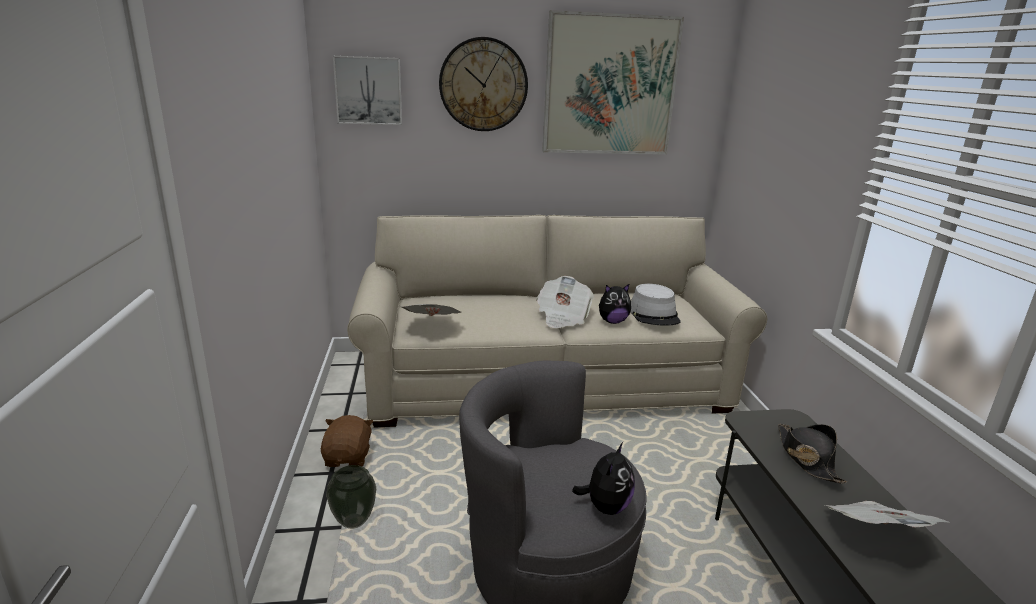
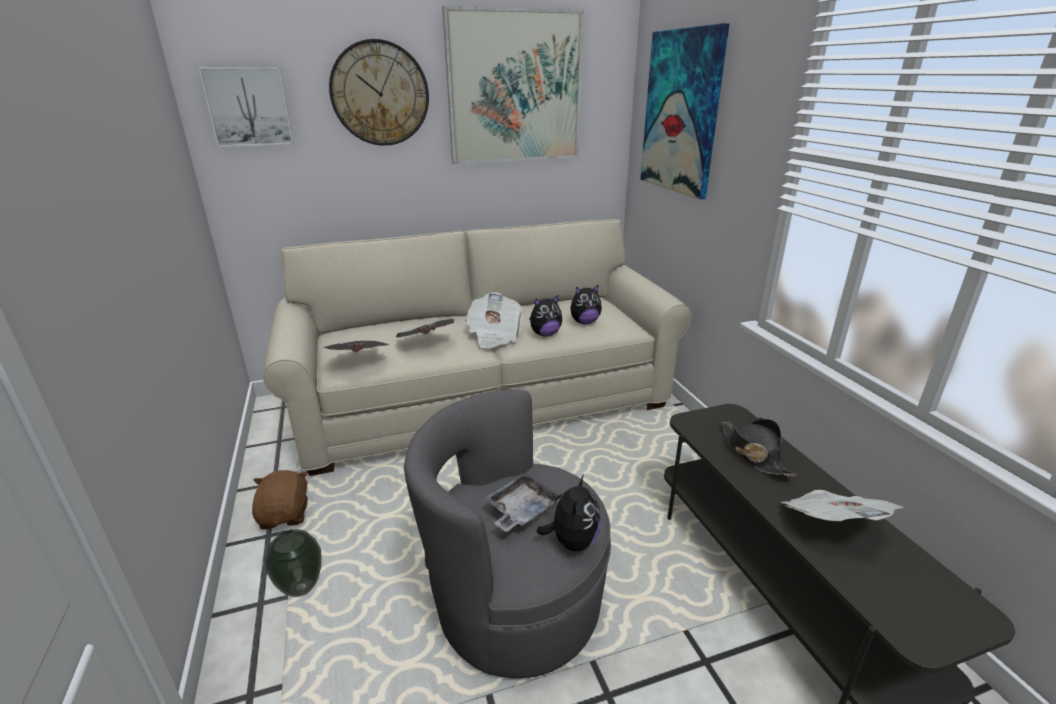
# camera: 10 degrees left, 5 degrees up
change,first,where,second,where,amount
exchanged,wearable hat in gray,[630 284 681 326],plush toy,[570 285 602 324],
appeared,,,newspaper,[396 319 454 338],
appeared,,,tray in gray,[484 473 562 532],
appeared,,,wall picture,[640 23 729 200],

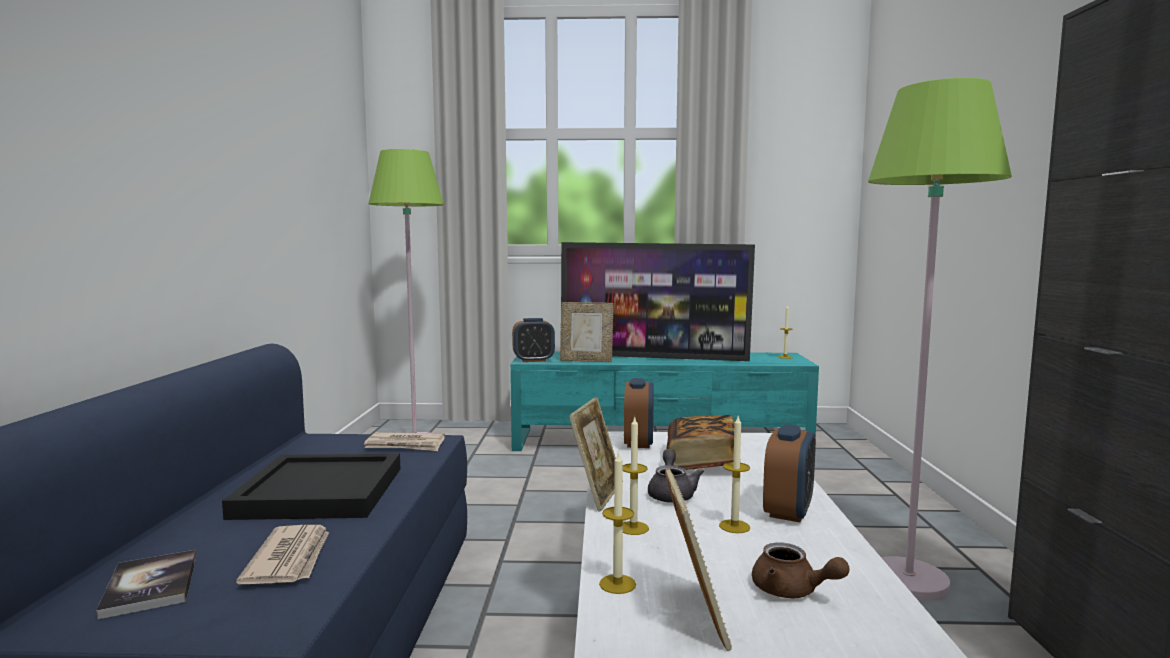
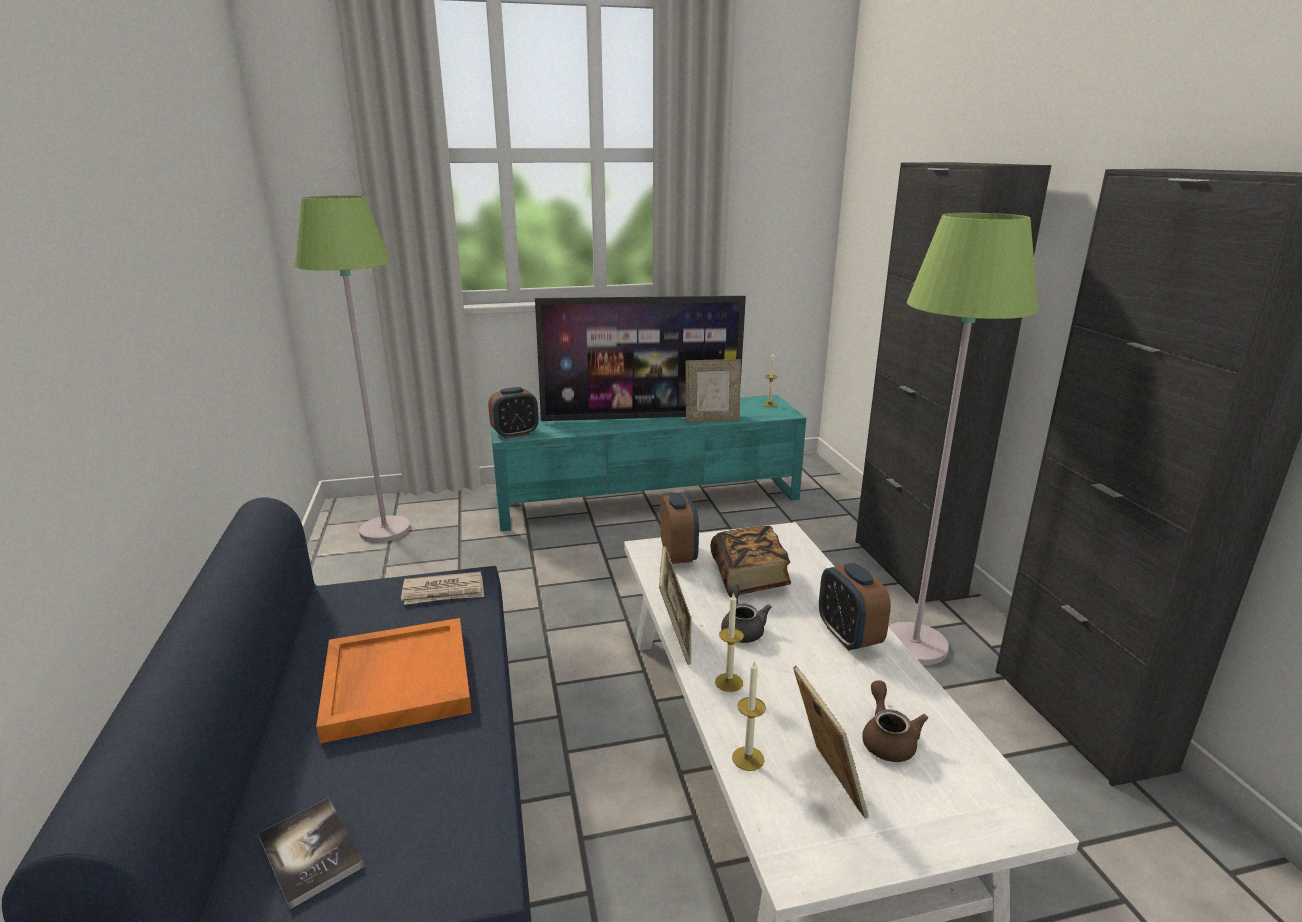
# camera: 15 degrees left, 15 degrees up
change,first,where,second,where,amount
colour,tray in black-coloured,[222 453 400 520],tray in orange,[316 618 472 743],
missing,newspaper,[236 525 329 584],,,
relocated,standing frame,[560 302 614 362],,[686 359 741 423],
missing,wax candle,[719 416 750 533],,,
spun,pot for tea in brown,[752 542 849 598],,[862 681 928 762],120 degrees counterclockwise
spun,alarm clock,[763 424 816 523],,[819 563 891 651],150 degrees clockwise
appeared,,,cupboard in black-coloured,[855 162 1051 603],

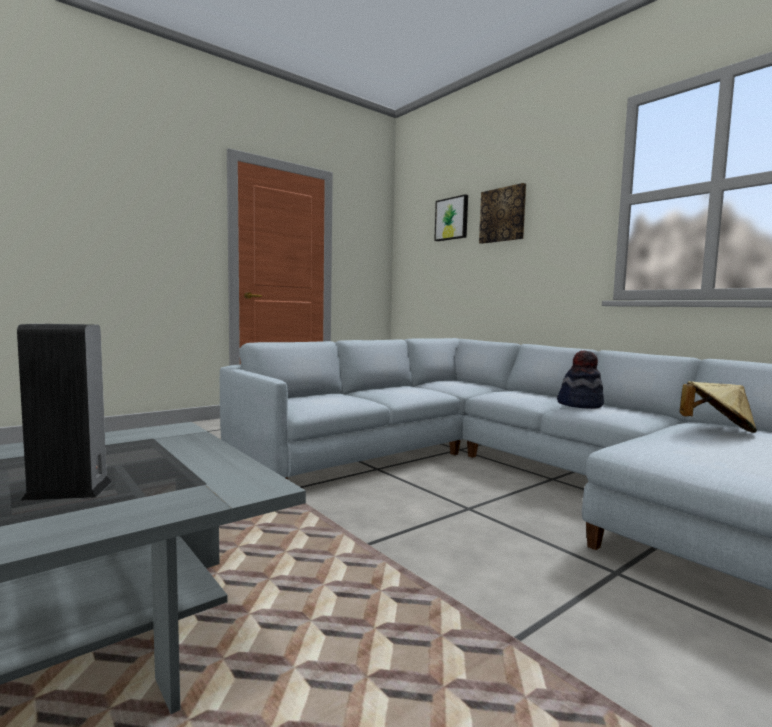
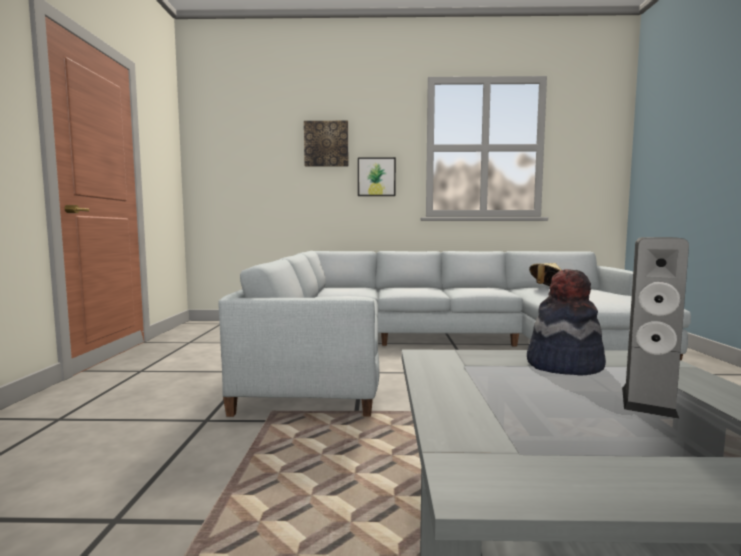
# camera: 50 degrees left, 0 degrees up
change,first,where,second,where,amount
relocated,wall picture,[434 194 468 241],,[358 157 396 196],
relocated,wearable hat,[557 350 604 409],,[527 269 606 376],

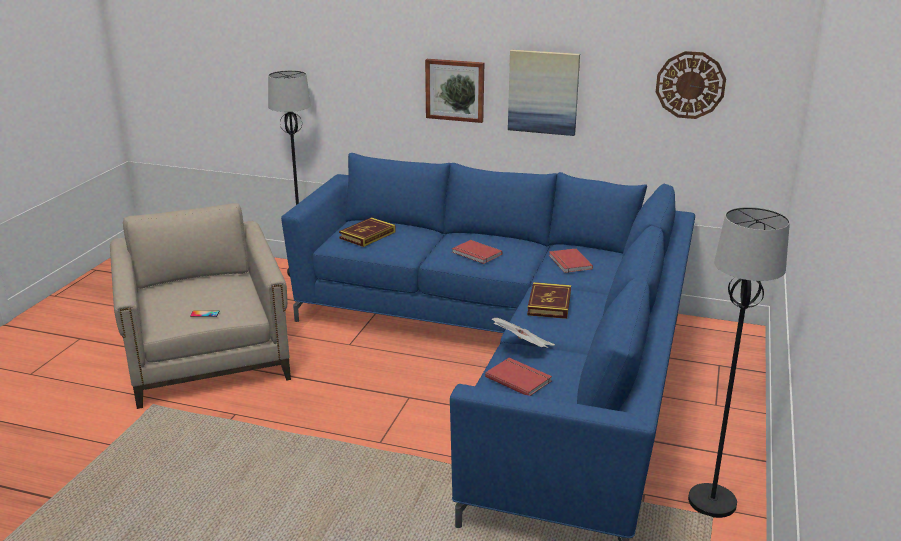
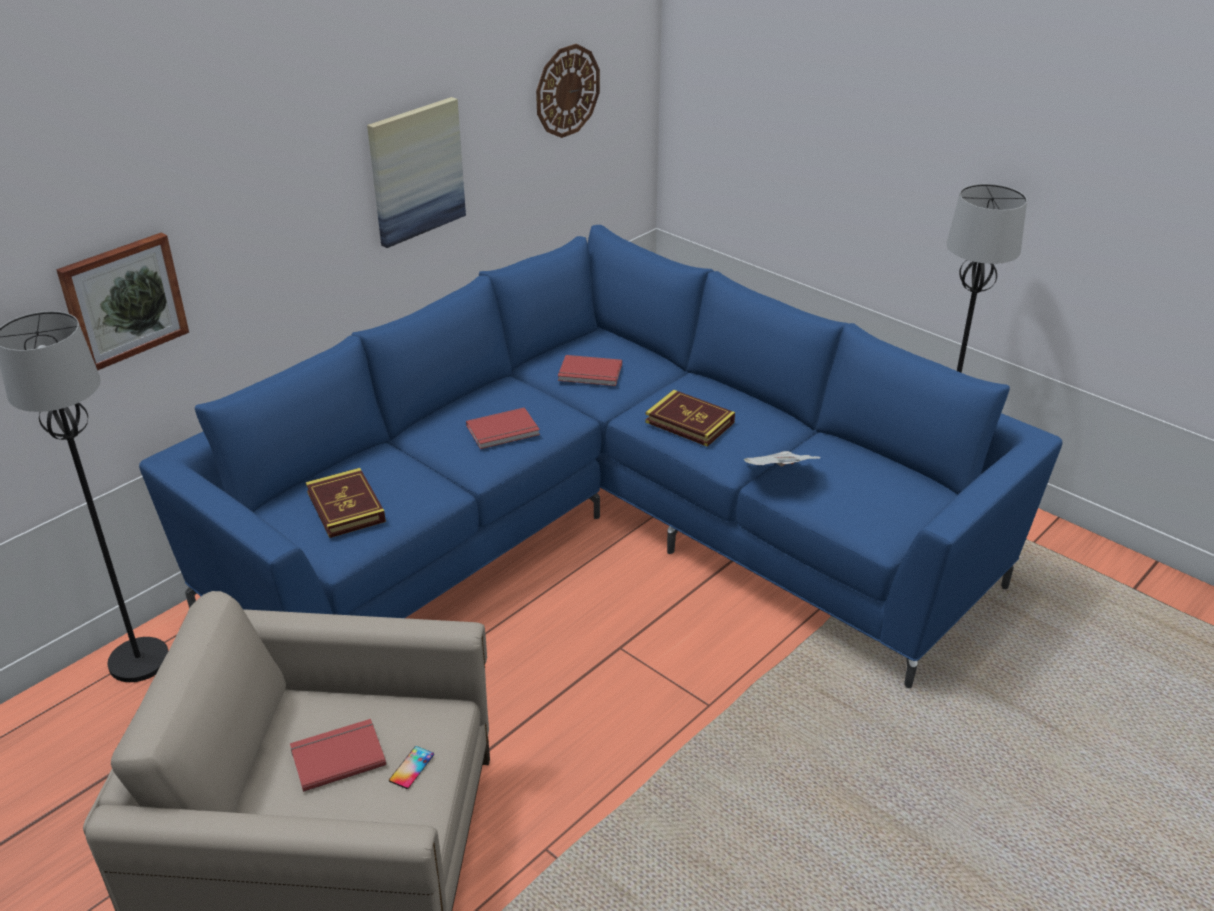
# camera: 65 degrees left, 10 degrees up
change,first,where,second,where,amount
relocated,wall picture,[425 59 484 123],,[56 232 189 370],
relocated,volume in red,[485 358 552 396],,[290 719 386 792],

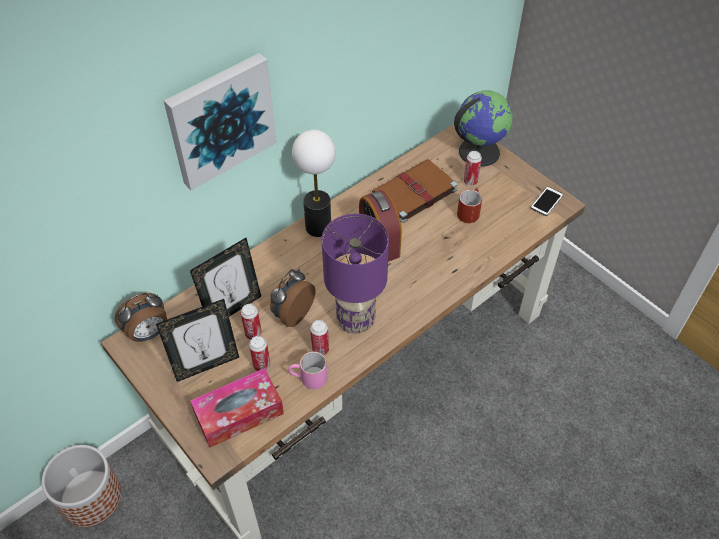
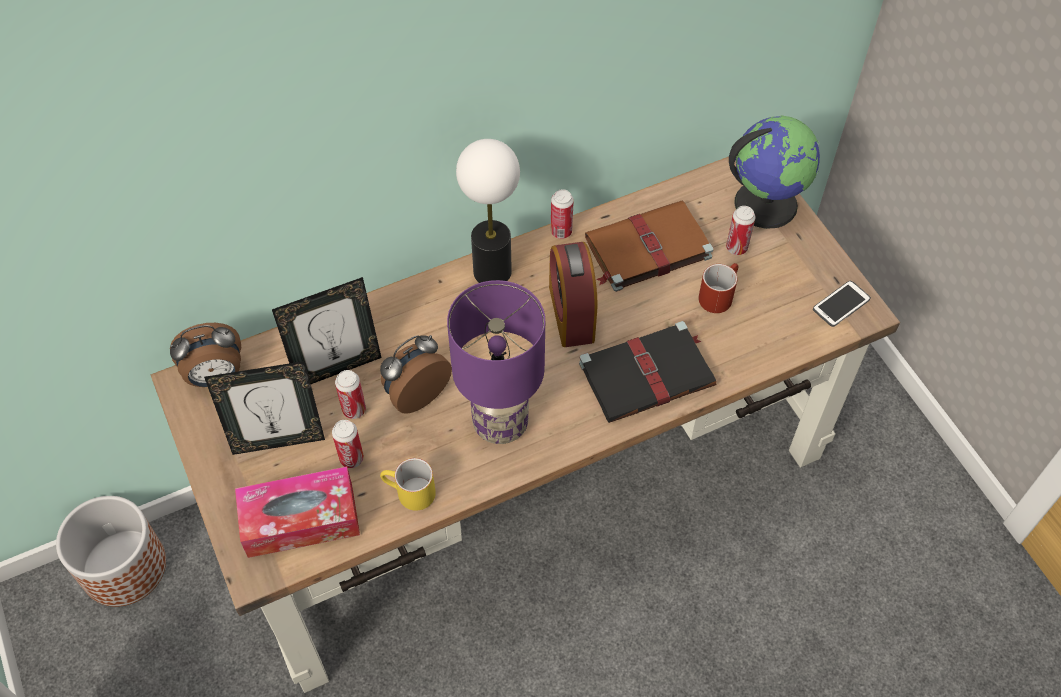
# camera: 15 degrees right, 5 degrees up
change,first,where,second,where,amount
missing,wall picture,[164 53 277 191],,,
colour,coffee mug in pink-coloured,[288 351 327 389],coffee mug in yellowish,[380 458 436 511],
relocated,can,[310 320 329 355],,[551 189 574 239],
appeared,,,volume in black-coloured,[579 321 716 423],

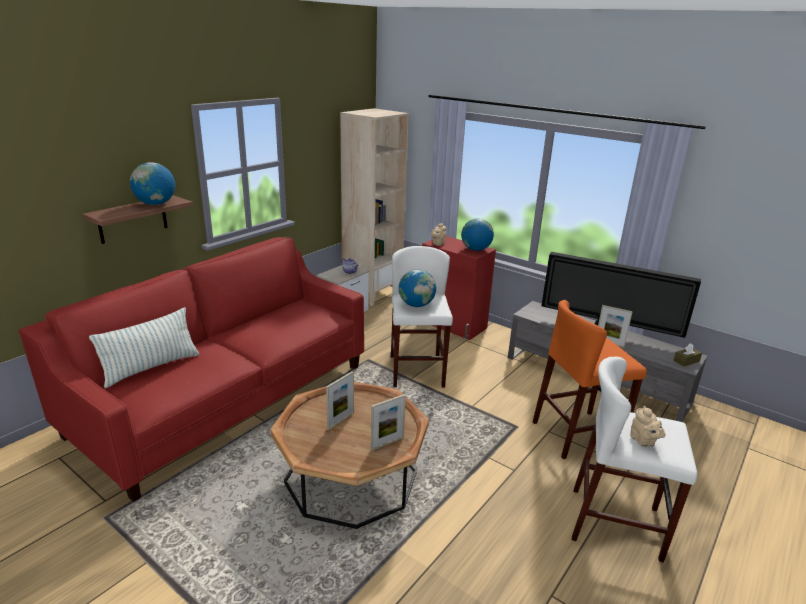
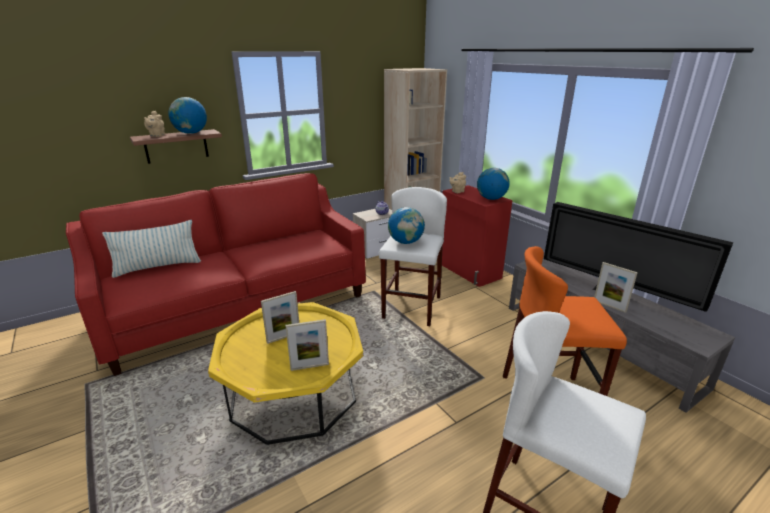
# camera: 20 degrees right, 0 degrees up
change,first,where,second,where,amount
colour,coffee table in brown,[270 382 429 529],coffee table in yellowish,[208 302 363 445],
relocated,pot for tea in beige,[630 406 666 447],,[144 111 165 137],
missing,box of tissues in brown,[674 343 702 366],,,

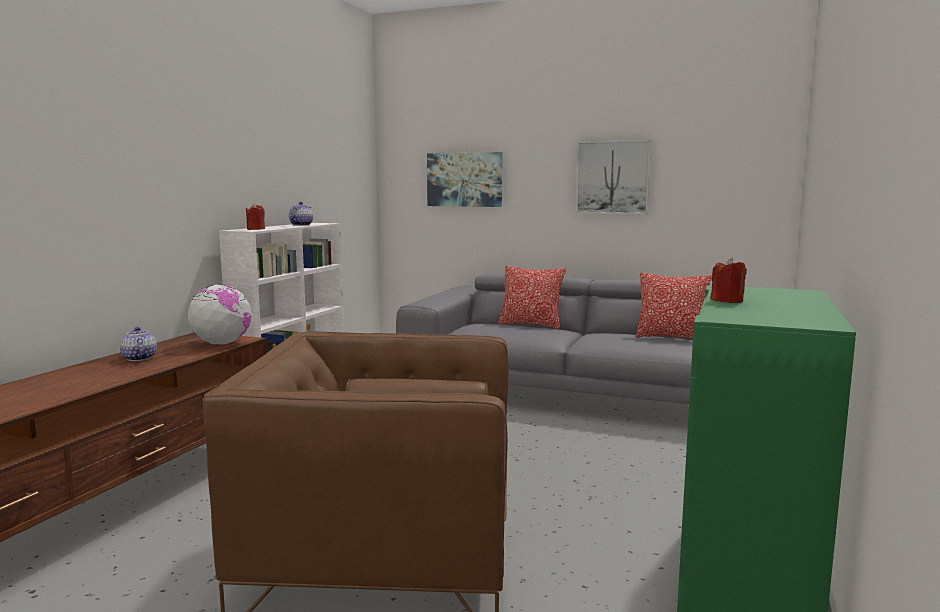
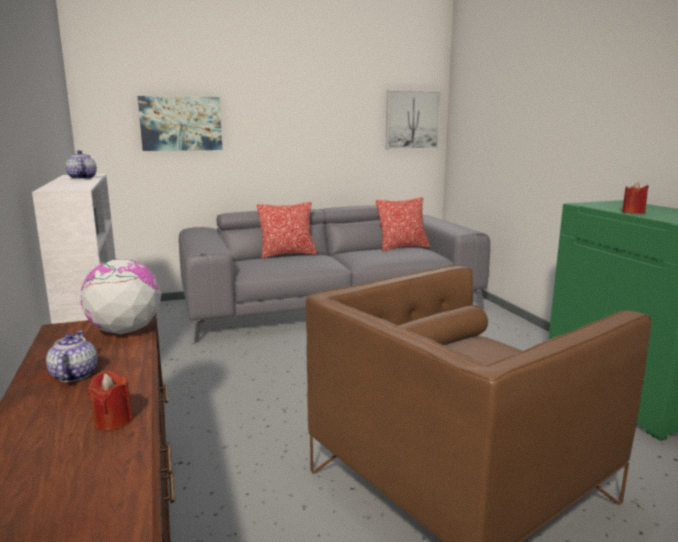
# camera: 40 degrees left, 5 degrees up
change,first,where,second,where,amount
spun,pot for tea,[120 327 157 361],,[46 331 98 382],60 degrees clockwise
relocated,wax candle in red,[245 204 265 230],,[87 371 133 431],
relocated,wall picture,[576 140 651 214],,[386 90 441 150],

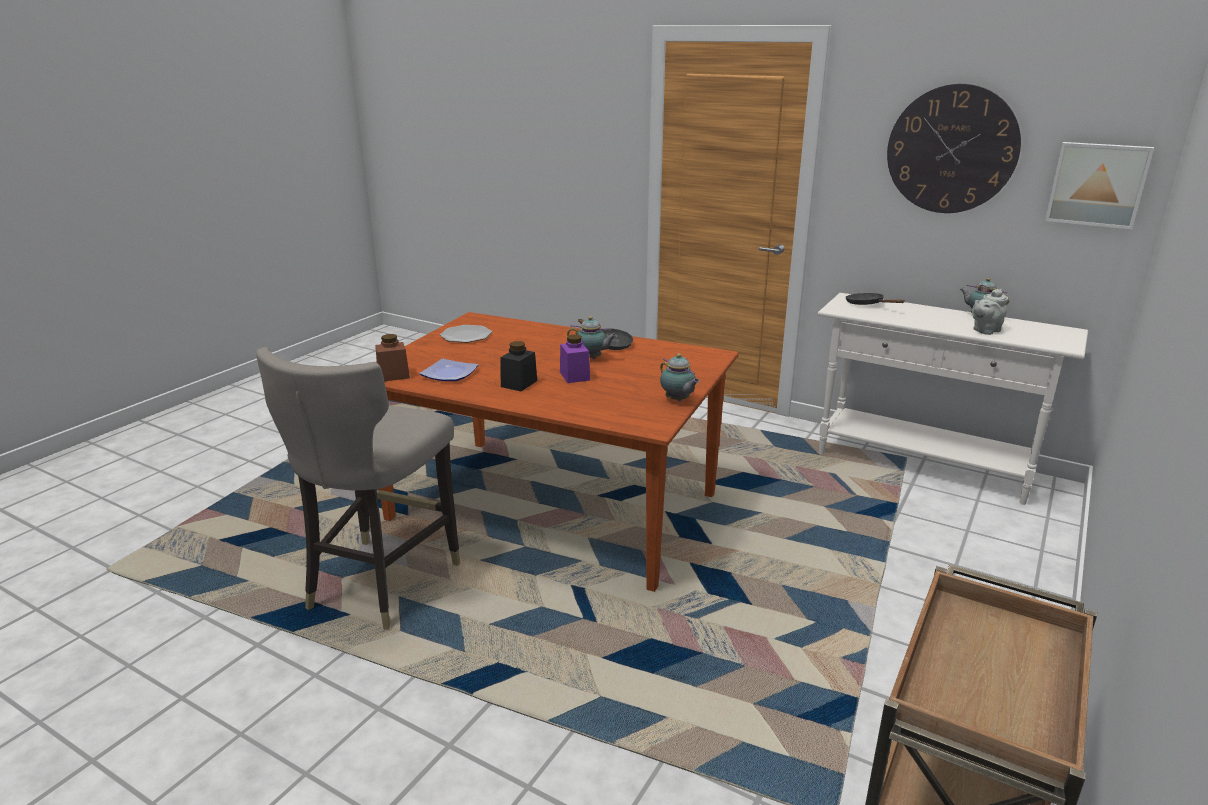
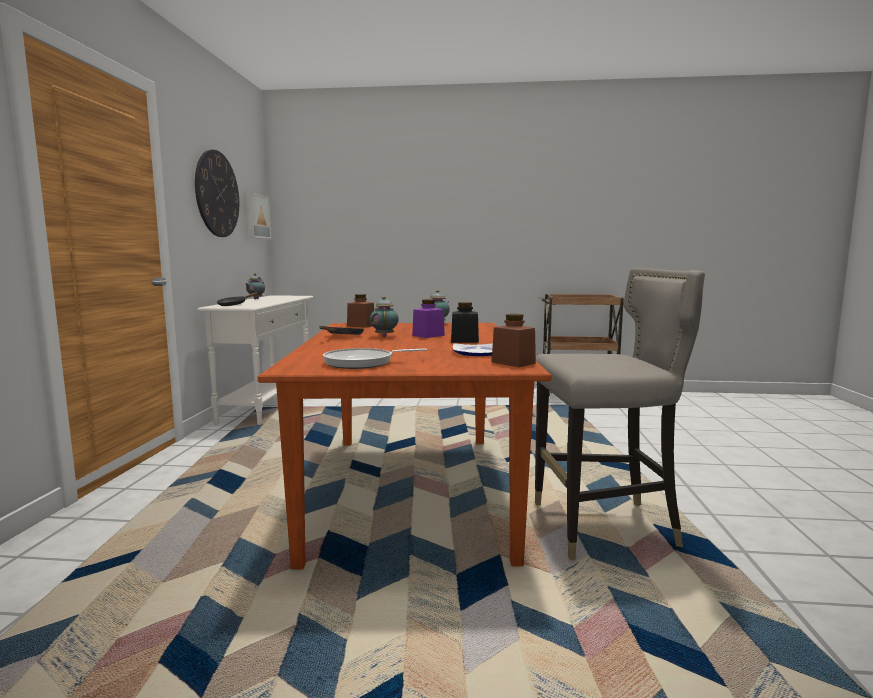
# camera: 115 degrees left, 15 degrees down
change,first,where,second,where,amount
exchanged,flat dish,[440 325 492 343],skillet,[323 348 427 369],
missing,pot for tea in gray,[972 289 1009 335],,,
appeared,,,preserve jar in brown,[347 294 374 328],

